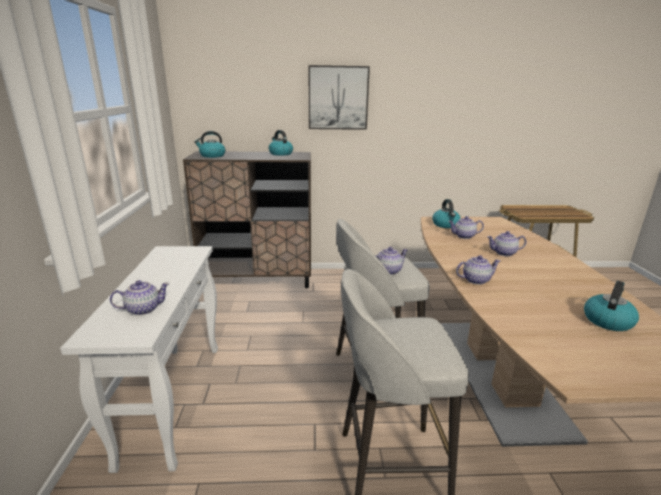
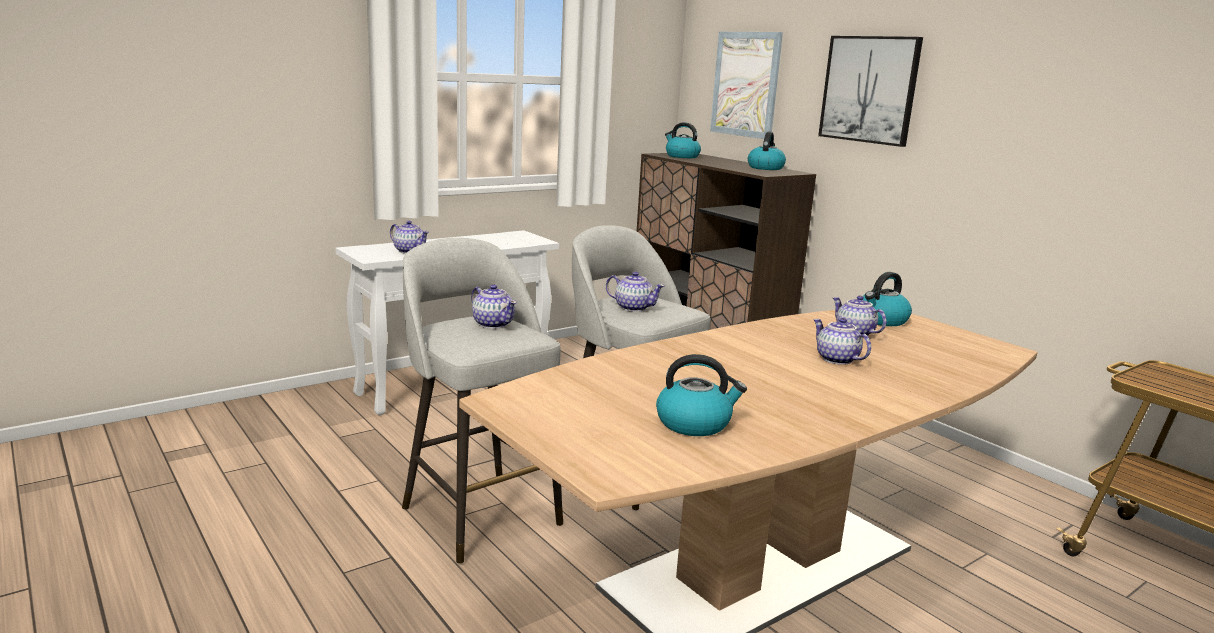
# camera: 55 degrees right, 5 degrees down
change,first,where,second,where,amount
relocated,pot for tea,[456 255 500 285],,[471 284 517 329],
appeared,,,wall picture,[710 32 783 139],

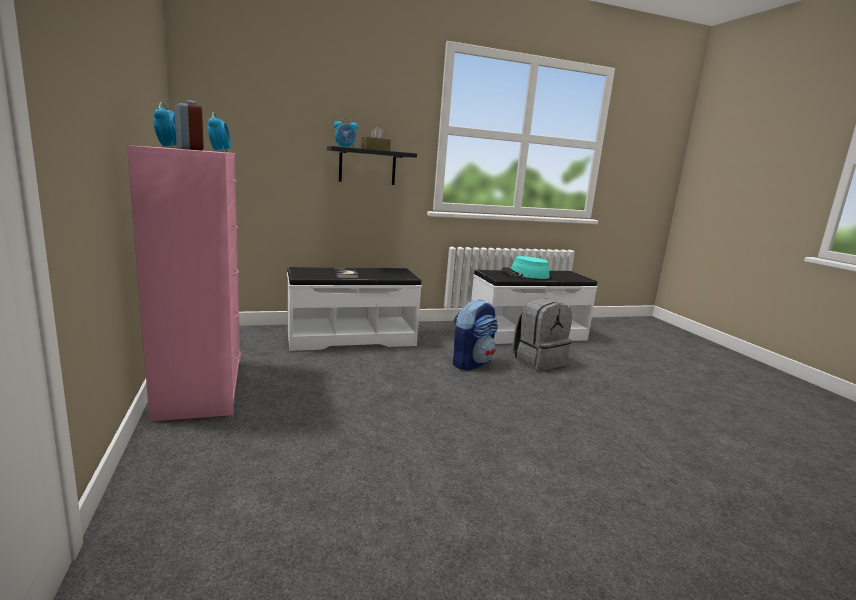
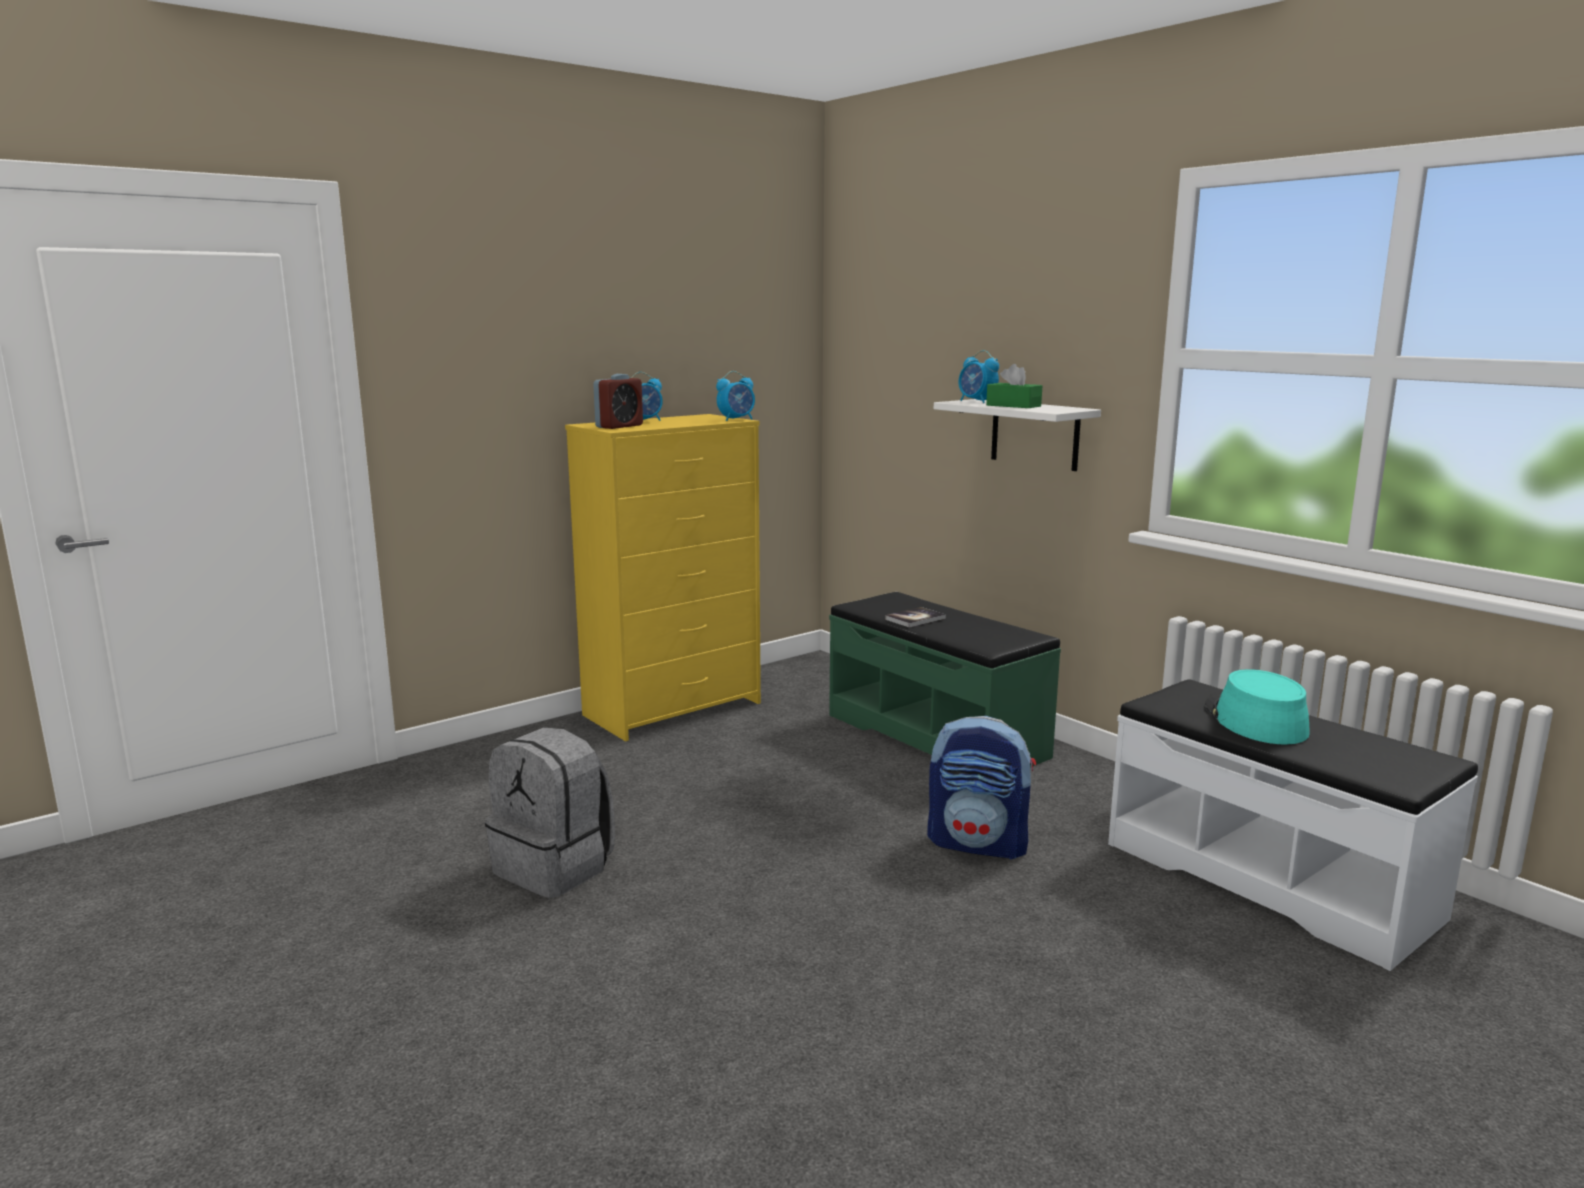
# camera: 70 degrees right, 0 degrees up
change,first,where,second,where,amount
colour,dresser in pink-coloured,[127 145 241 421],dresser in yellowish,[565 414 761 742],
colour,long seat in white-coloured,[287 267 422 351],long seat in green-coloured,[829 592 1061 767],
colour,bracket shelf in black-coloured,[327 146 417 185],bracket shelf in white-coloured,[934 399 1101 471],
colour,box of tissues in brown,[361 126 391 151],box of tissues in green-coloured,[986 364 1042 408],
relocated,backpack in gray,[512 298 572 371],,[485 727 615 898],

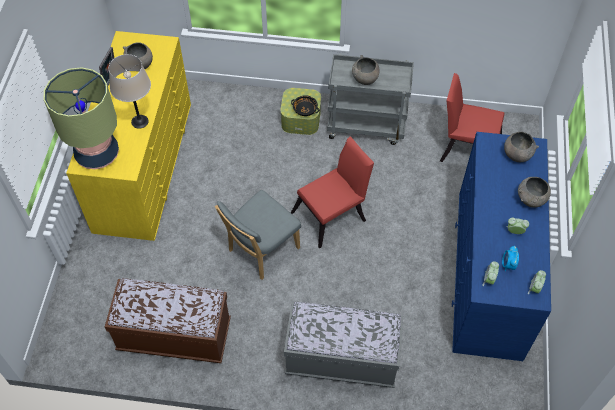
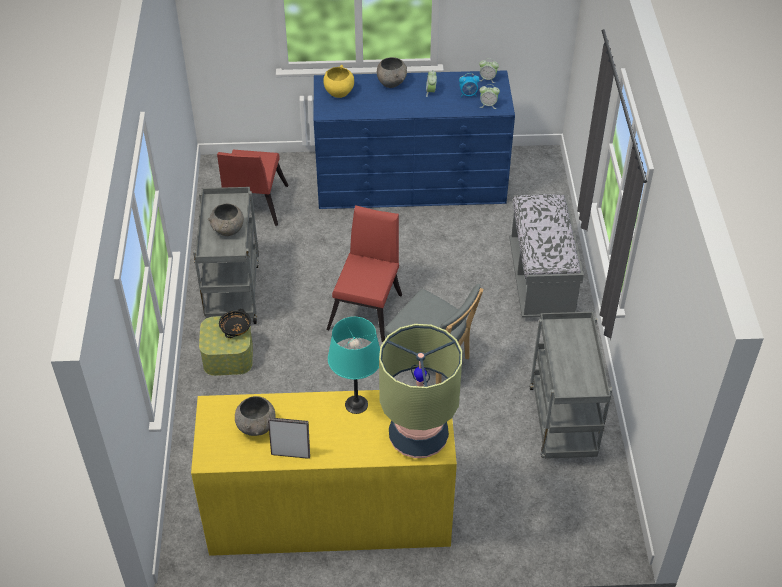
# camera: 100 degrees left, 10 degrees down
change,first,where,second,where,amount
exchanged,long seat in brown,[105 278 231 363],wheeled cart in gray,[529 312 612 459],
colour,tabletop lamp in beige,[109 54 151 129],tabletop lamp in turquoise,[328 317 380 414],
spun,plain chair in red,[291 136 374 249],,[326 205 402 342],60 degrees clockwise
colour,serving bowl in gray,[504 132 539 162],serving bowl in yellowish,[323 65 354 98],

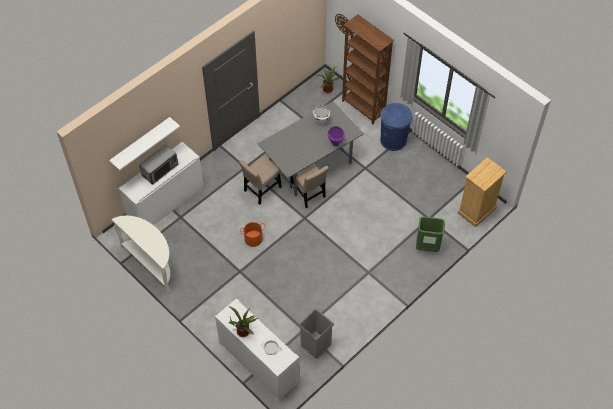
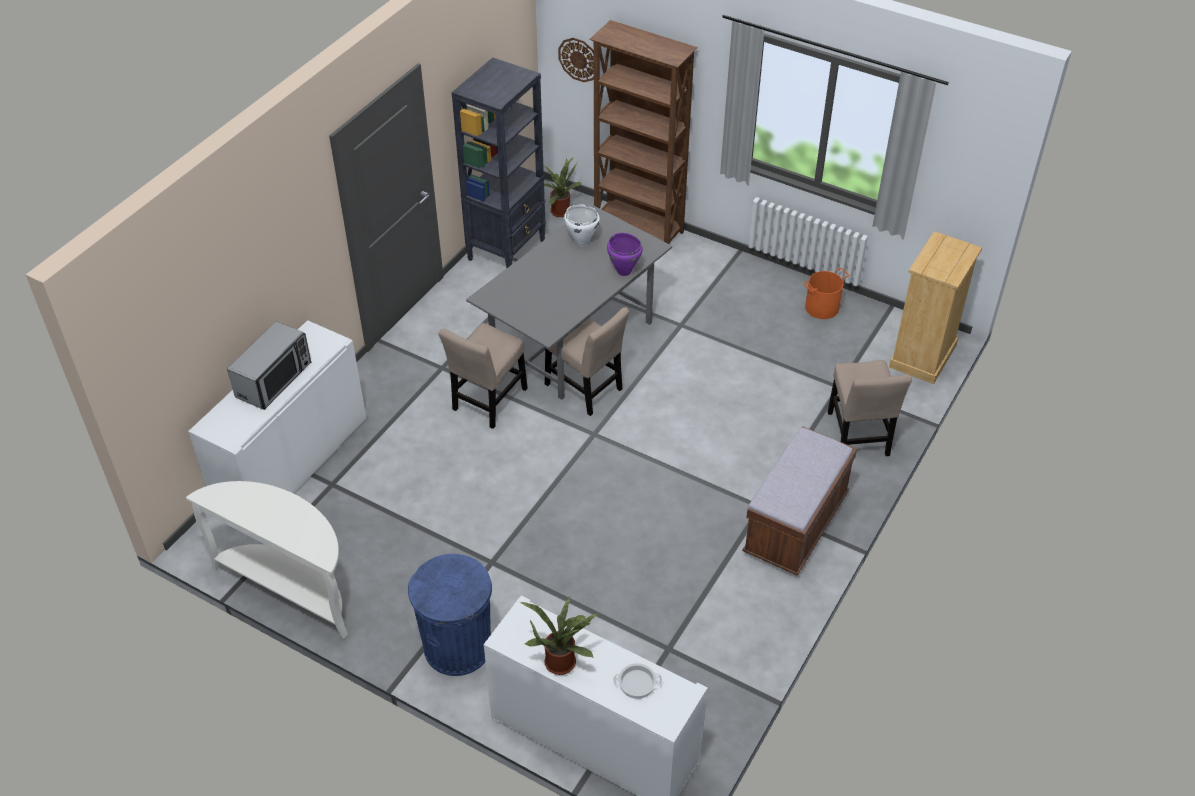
# camera: 15 degrees left, 10 degrees down
change,first,where,second,where,amount
missing,bracket shelf in white-coloured,[109 117 180 171],,,
relocated,bucket in orange,[240 222 266 247],,[803 268 849 319],
missing,rubbish bin in gray,[298 308 334 359],,,
relocated,rubbish bin in blue,[380 103 413 151],,[408 554 492 676],
exchanged,rubbish bin in green-coloured,[416 217 445 252],plain chair in beige,[828 360 912 456],
appeared,,,bookshelf in black-coloured,[452 57 546 269],
appeared,,,long seat in brown,[742 426 857 576],

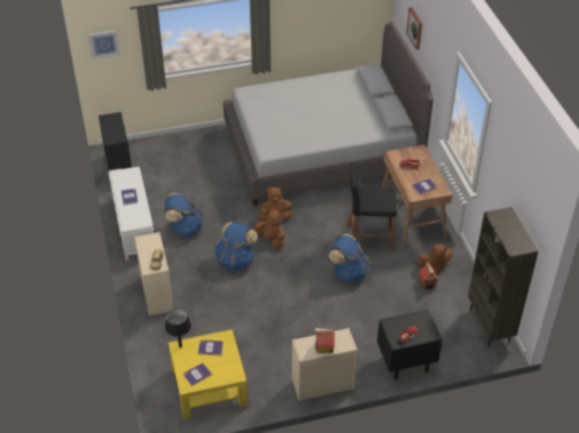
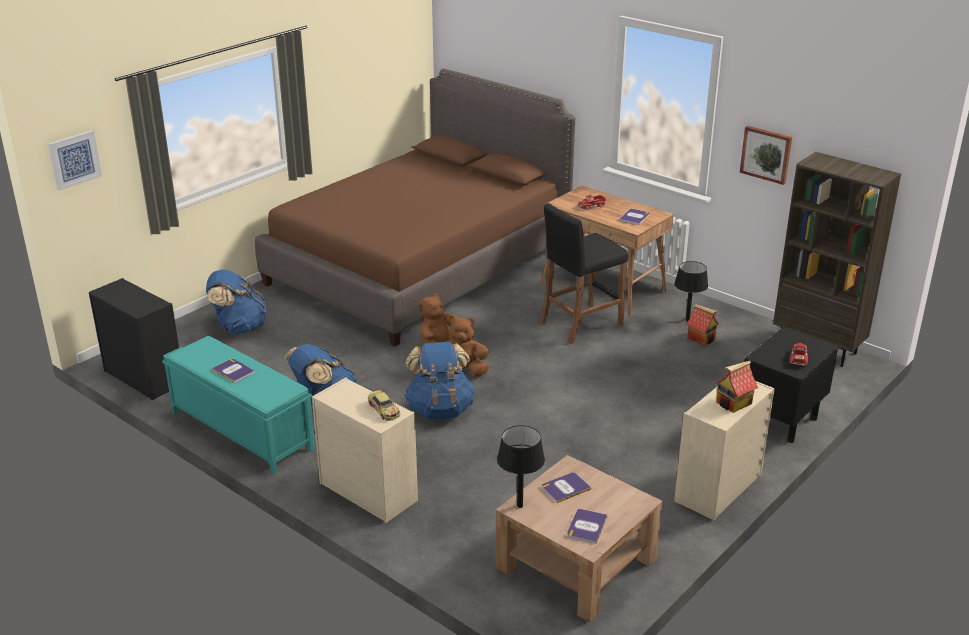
# camera: 35 degrees left, 15 degrees down
change,first,where,second,where,amount
colour,long seat in white-coloured,[108 167 154 261],long seat in turquoise,[162 336 315 475],
colour,coffee table in yellowish,[169 330 248 420],coffee table in brown,[496 455 662 623],
colour,sleeping bed in gray,[223 22 433 206],sleeping bed in brown,[255 68 575 346],
relocated,backpack in blue,[329 234 371 283],,[206 270 266 334],
relocated,wall picture,[406 7 422 50],,[740 126 792 185],
exchanged,plush toy in brown,[417 244 453 273],tabletop lamp in black-coloured,[674 261 708 322],

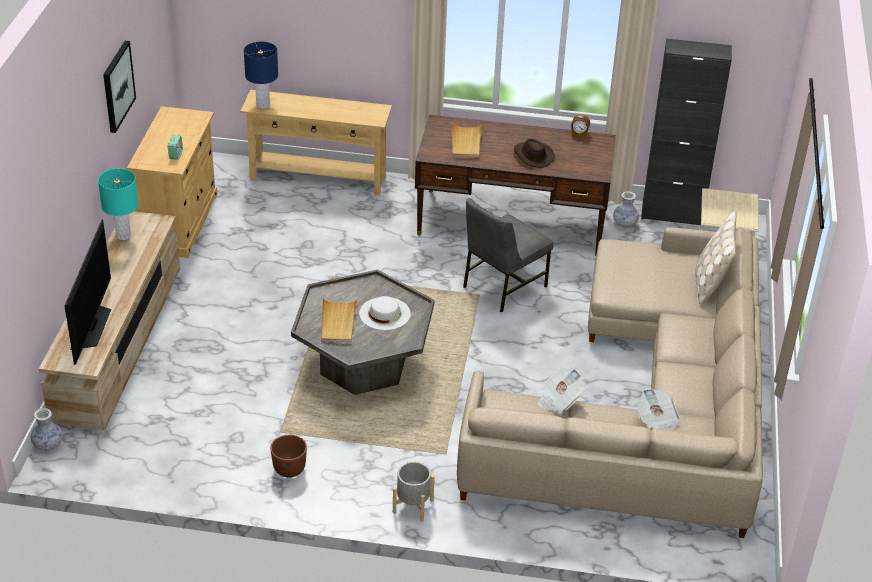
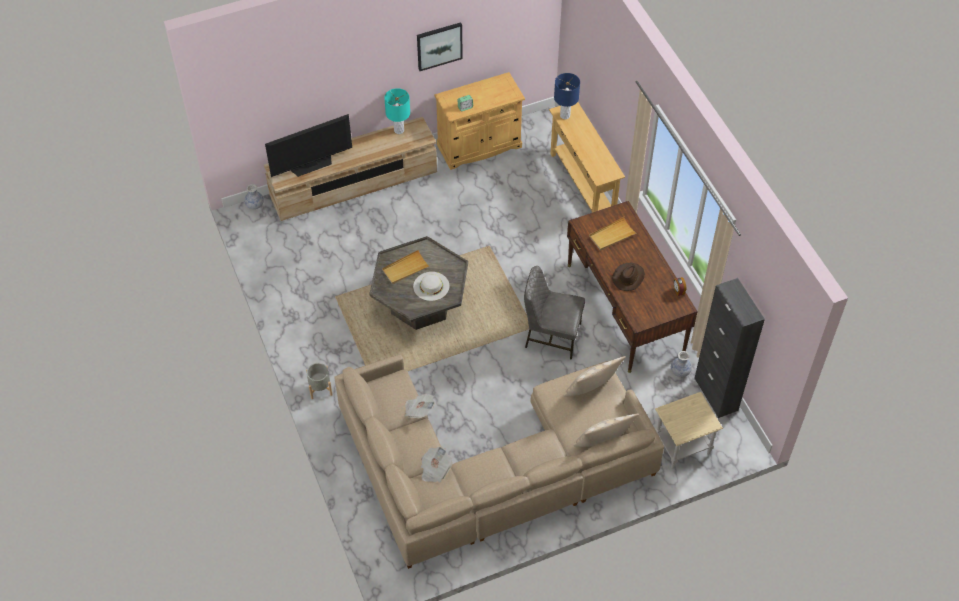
# camera: 60 degrees right, 15 degrees up
change,first,where,second,where,amount
missing,plant pot in brown,[270 435 307 477],,,
appeared,,,pillow in beige,[564 356 626 396],

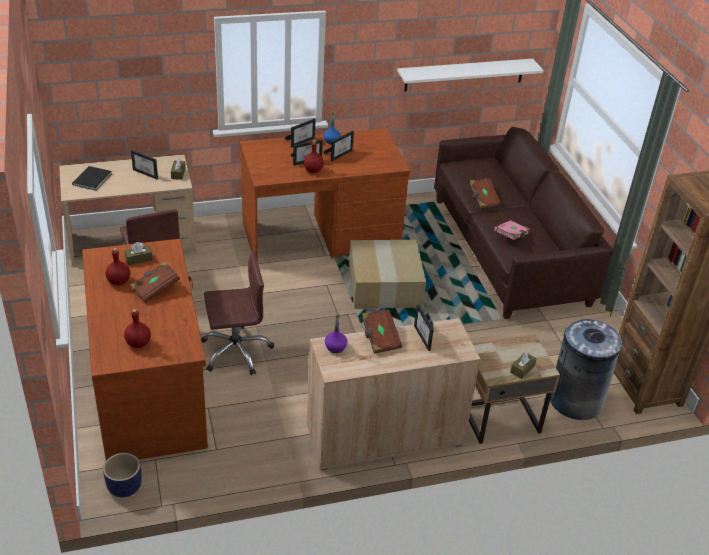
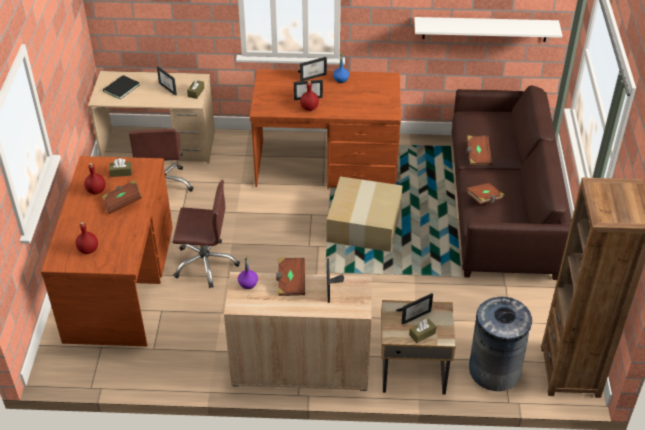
# camera: 20 degrees right, 5 degrees up
change,first,where,second,where,amount
missing,plant pot,[103 453 142 497],,,
relocated,standing frame,[324 131 354 161],,[396 293 433 325],
colour,volume in pink-coloured,[494 220 530 240],volume in brown,[465 183 505 204],

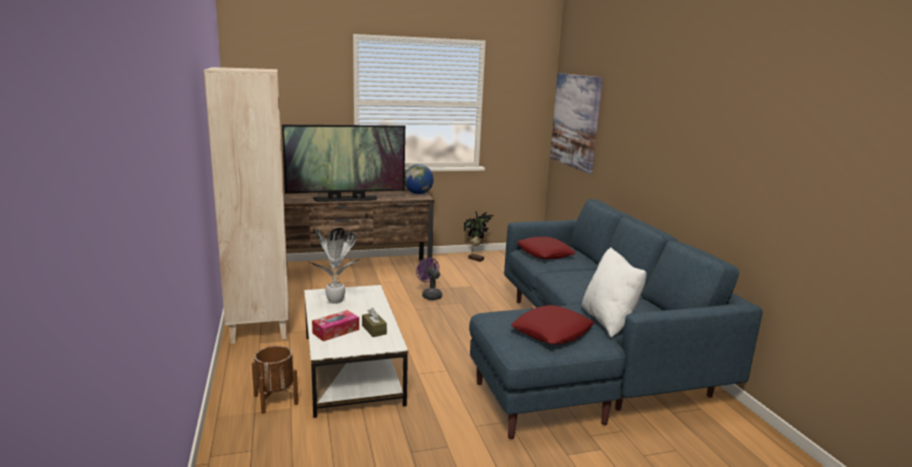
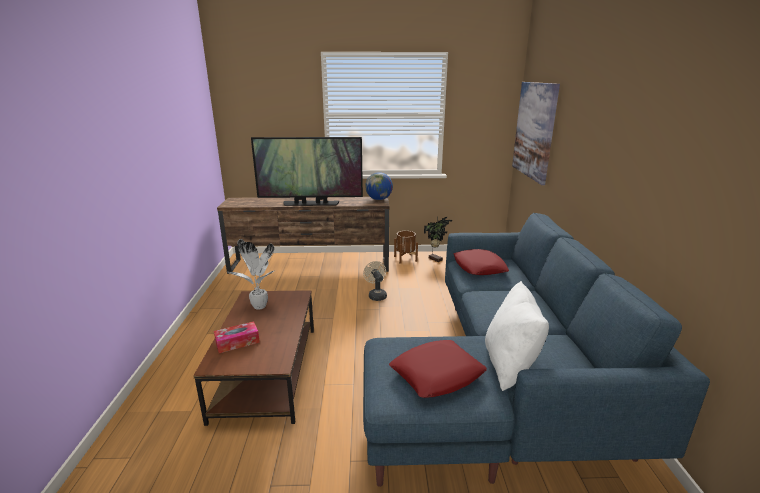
# camera: 15 degrees right, 5 degrees up
change,first,where,second,where,amount
missing,bookshelf in beige,[204 67 289 344],,,
relocated,plant pot in brown,[252 346 298 414],,[394 231 418 264],
colour,coffee table in white-coloured,[304 285 408 418],coffee table in brown,[193 290 314 426],
missing,box of tissues in brown,[362 308 387 337],,,
colour,fan in purple,[416 257 442 300],fan in beige,[363 261 387 301],

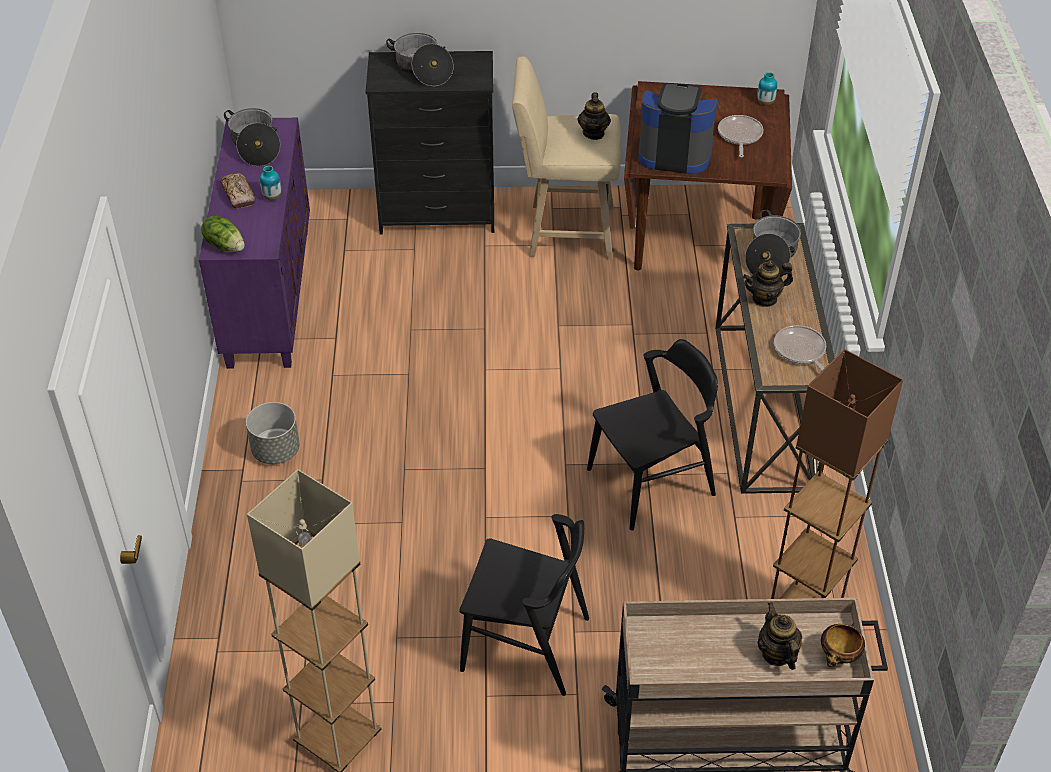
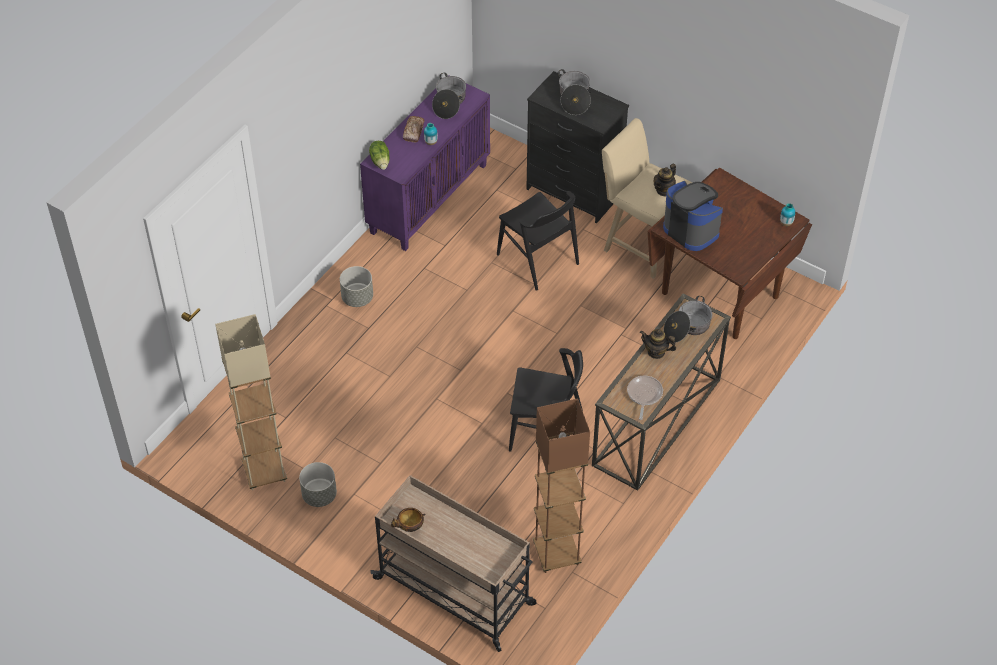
# camera: 35 degrees right, 5 degrees up
change,first,where,second,where,amount
relocated,plain chair in black-coloured,[459 514 589 696],,[497 191 579 291],
missing,skillet,[718 115 763 158],,,
missing,pot for tea,[757 602 802 670],,,
relocated,serving bowl,[821 623 865 667],,[391 508 425 532],
appeared,,,plant pot in gray,[299 462 337 507],

